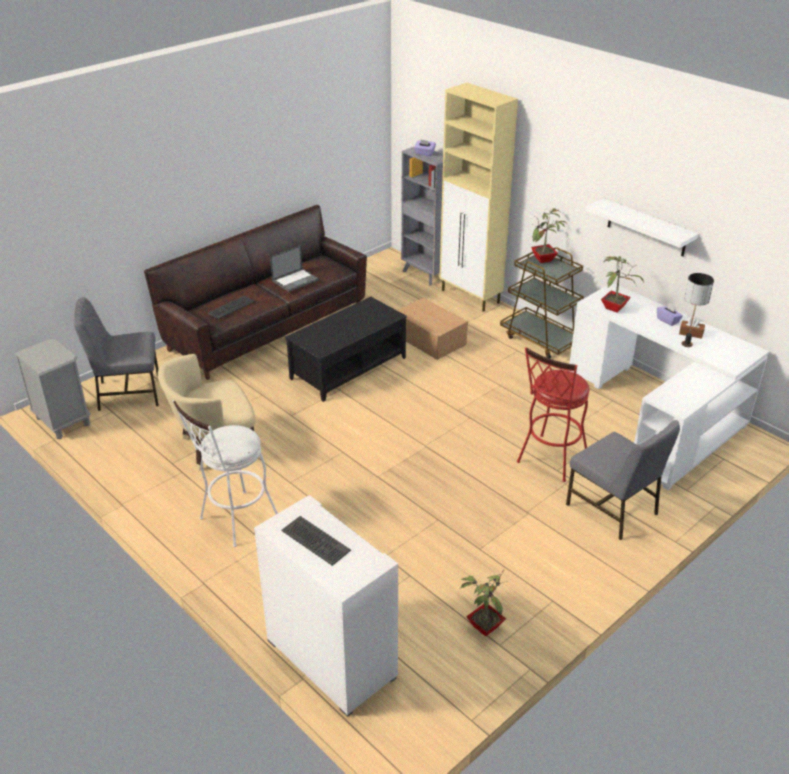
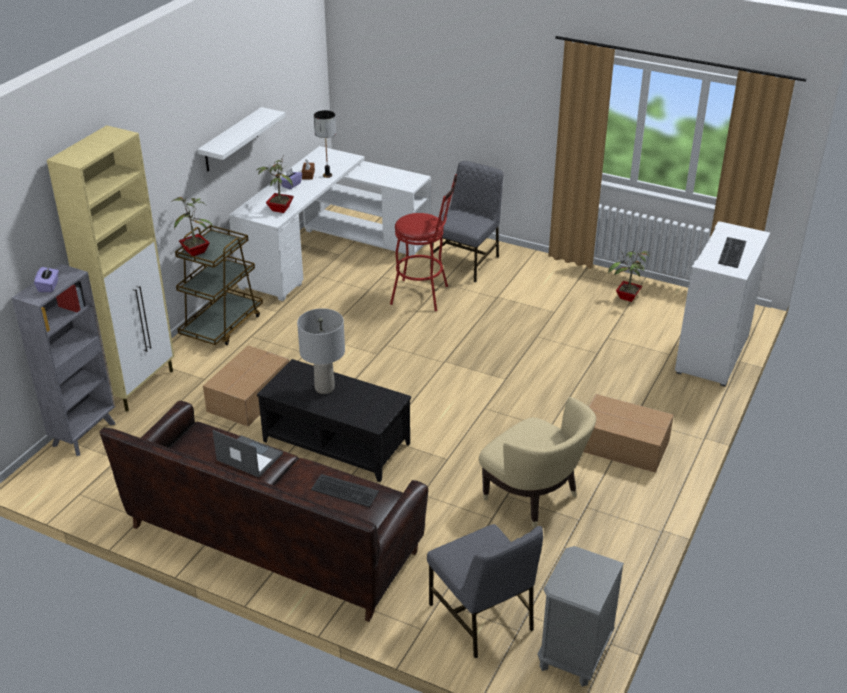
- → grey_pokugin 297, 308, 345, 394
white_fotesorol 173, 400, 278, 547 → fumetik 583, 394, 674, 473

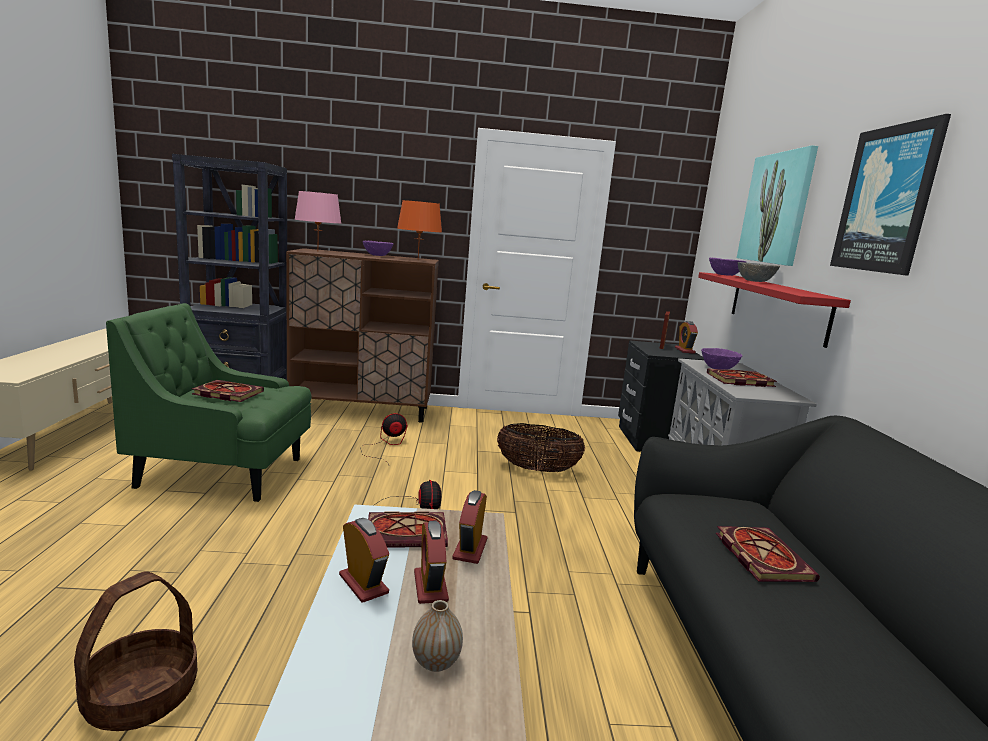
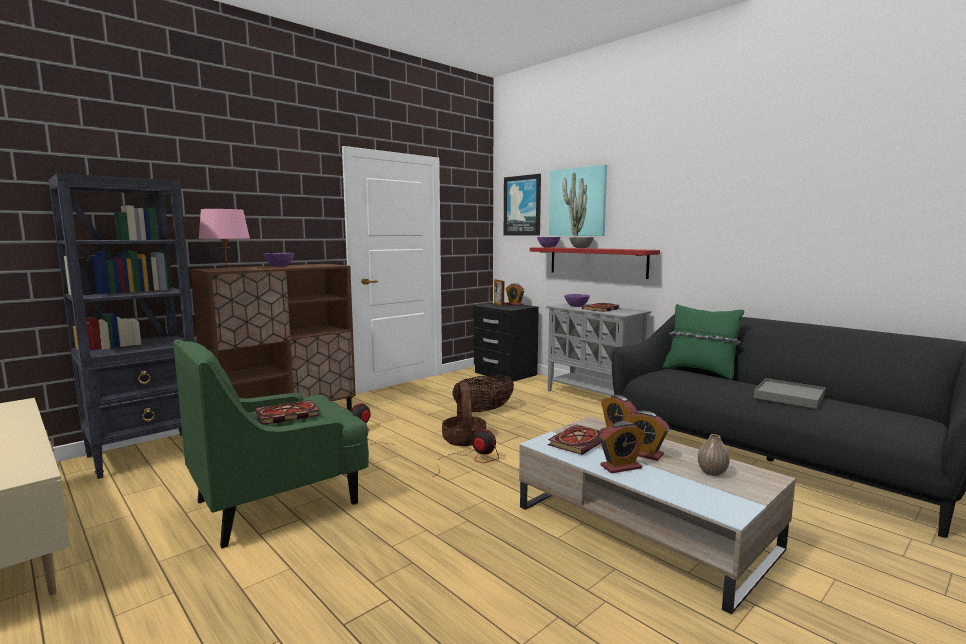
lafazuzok 74, 571, 197, 731 → lafazuzok 442, 382, 486, 446, moved
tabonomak 830, 114, 951, 276 → tabonomak 504, 174, 541, 236, moved
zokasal 339, 518, 389, 603 → zokasal 599, 421, 646, 474, 150 degrees clockwise
- → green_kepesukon 663, 304, 744, 380
- → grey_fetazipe 754, 378, 826, 409
orange_pokugin 397, 200, 442, 259 → -
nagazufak 716, 526, 820, 582 → -

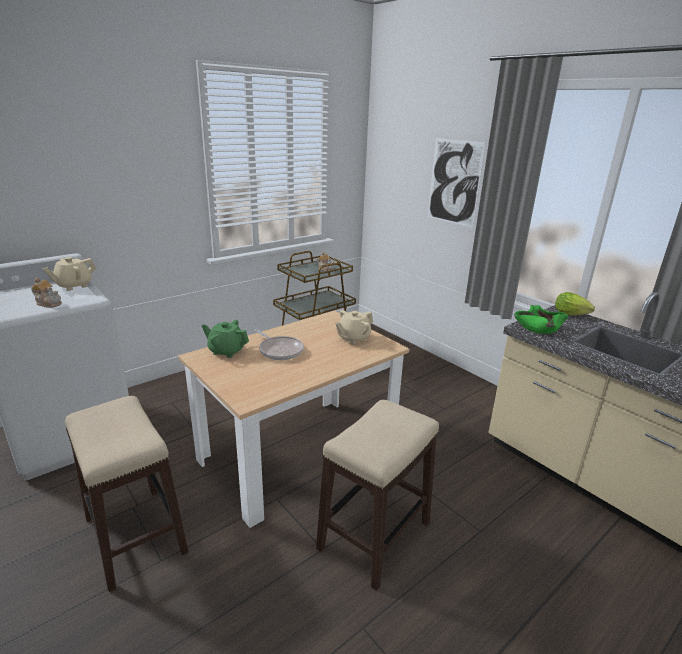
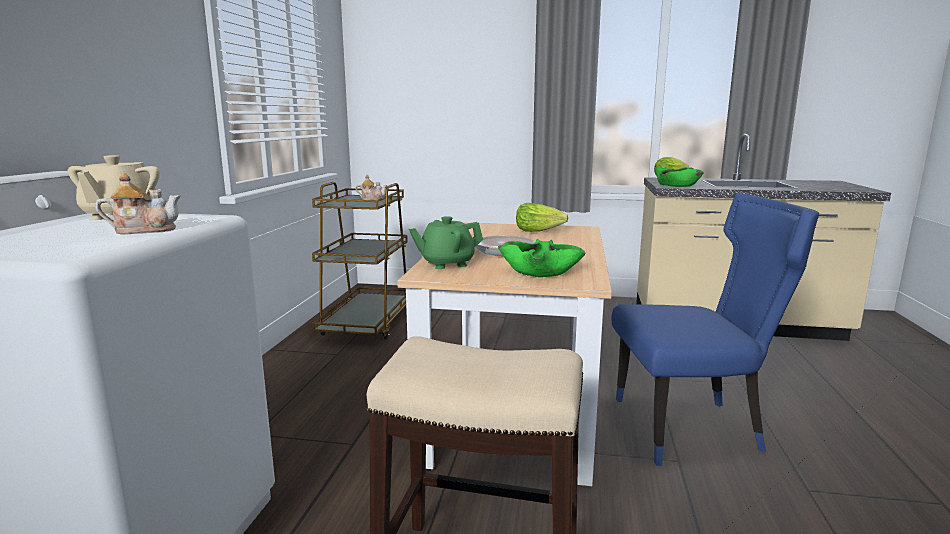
- → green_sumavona 498, 239, 586, 277
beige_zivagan 335, 310, 373, 345 → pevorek 516, 203, 568, 232
fotesorol 316, 400, 439, 591 → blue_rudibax 612, 193, 819, 466
tabonomak 428, 138, 486, 228 → -

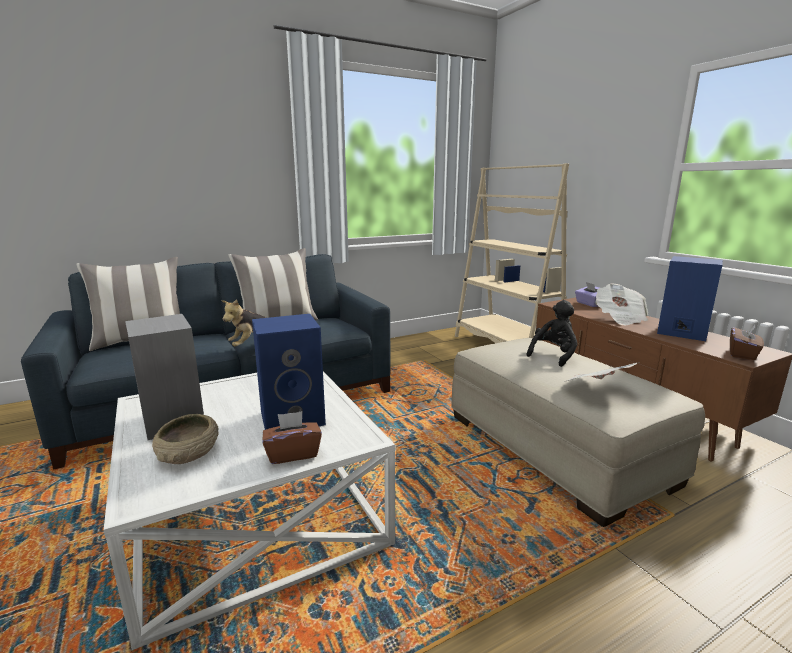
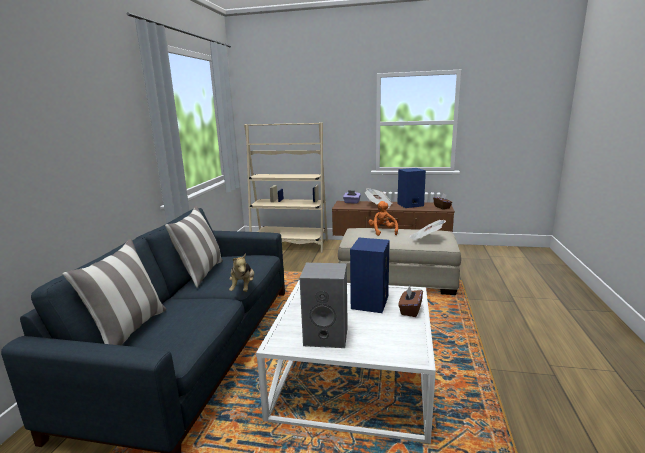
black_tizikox 526, 300, 578, 367 → orange_tizikox 369, 201, 398, 236
beige_sumavona 152, 414, 219, 464 → -

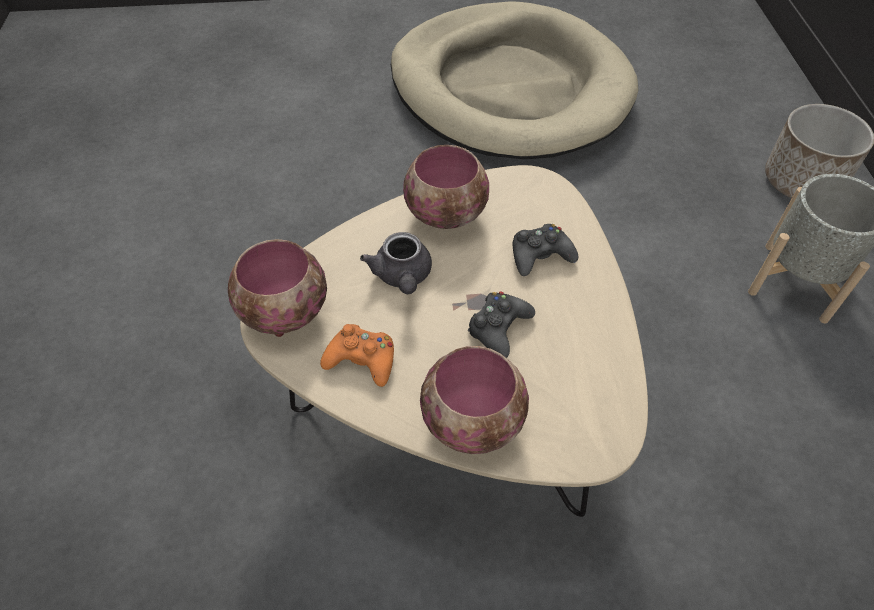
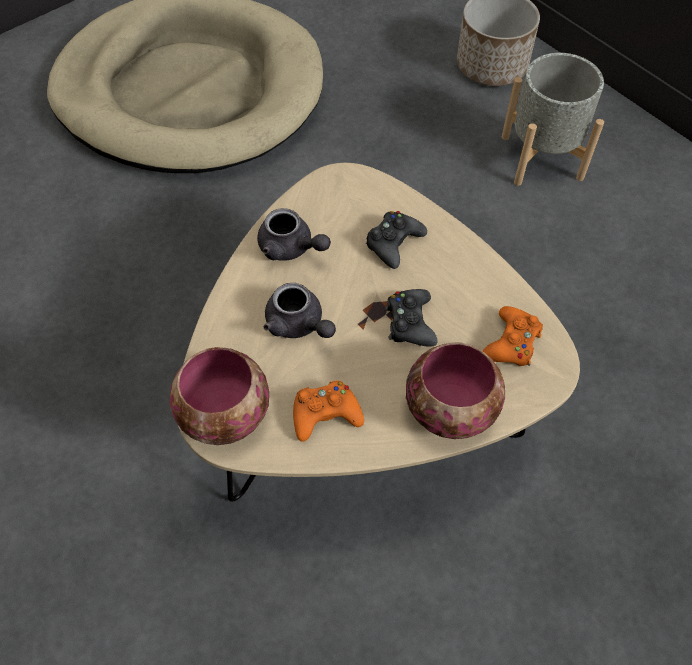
sumavona 403, 145, 489, 229 → grey_zivagan 257, 208, 331, 261
- → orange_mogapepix 483, 306, 543, 366

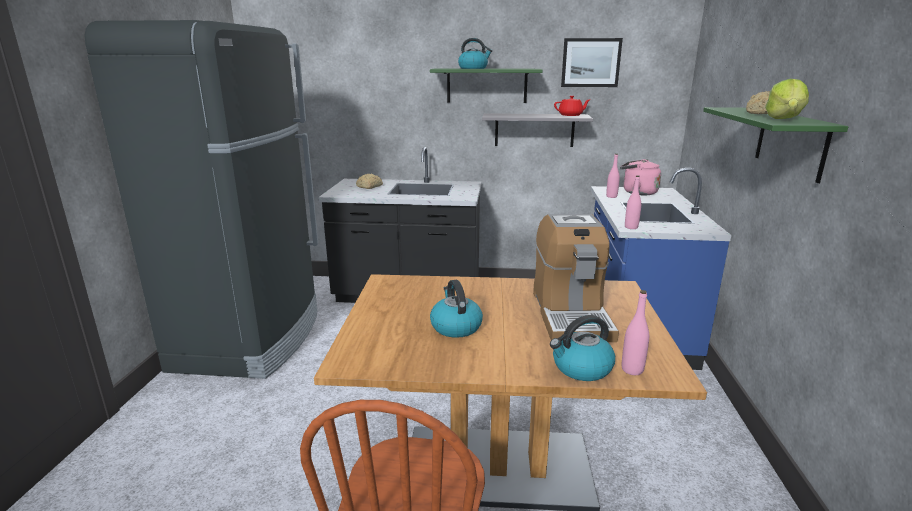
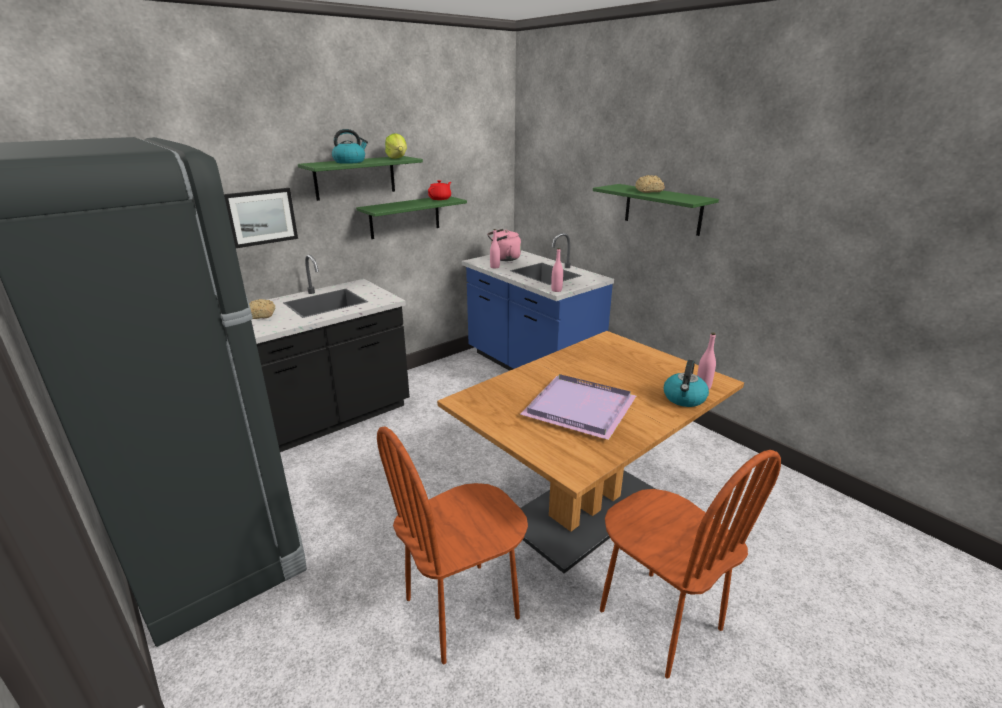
tabonomak 561, 38, 623, 87 → tabonomak 224, 188, 298, 248, moved
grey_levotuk 482, 113, 593, 147 → green_levotuk 356, 196, 467, 239
- → brown_rudibax 377, 426, 528, 664
pevorek 765, 79, 809, 119 → pevorek 385, 133, 407, 159, moved
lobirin 430, 280, 483, 338 → purple_fetazipe 520, 374, 636, 440
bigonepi 533, 214, 619, 342 → -

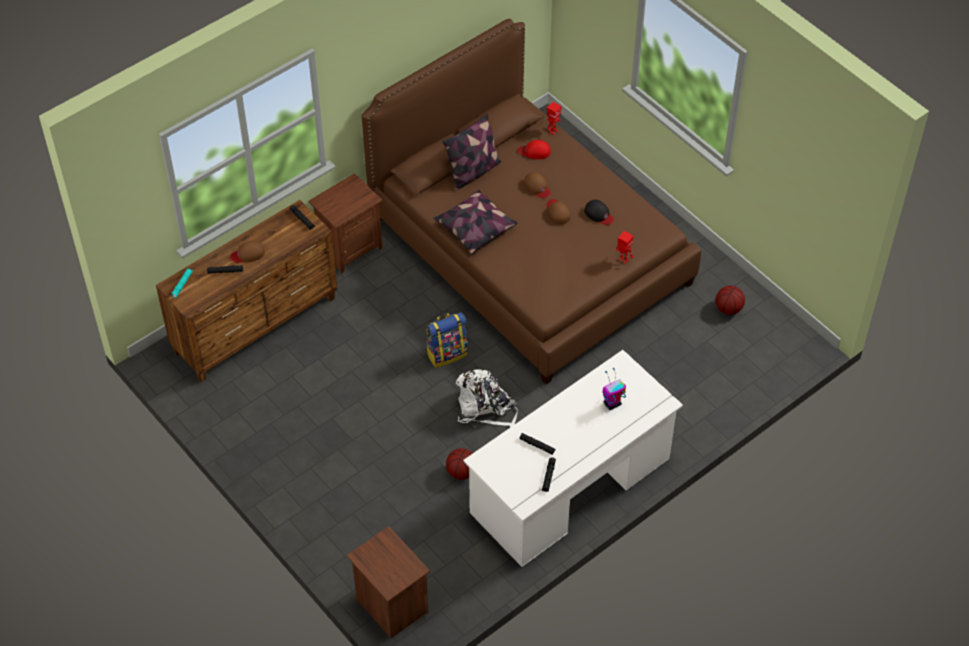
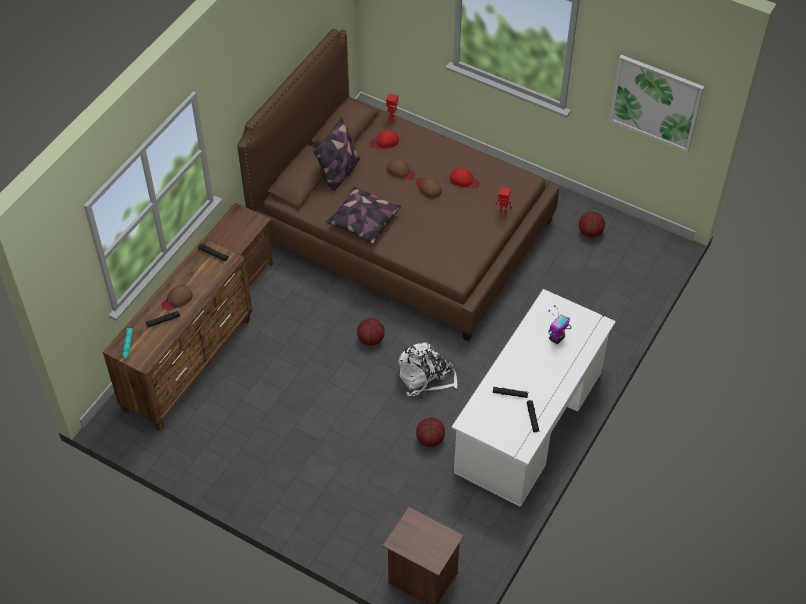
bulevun 426, 312, 468, 368 → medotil 357, 318, 385, 346
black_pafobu 584, 200, 614, 225 → red_pafobu 450, 168, 479, 188
- → tabonomak 609, 55, 704, 152

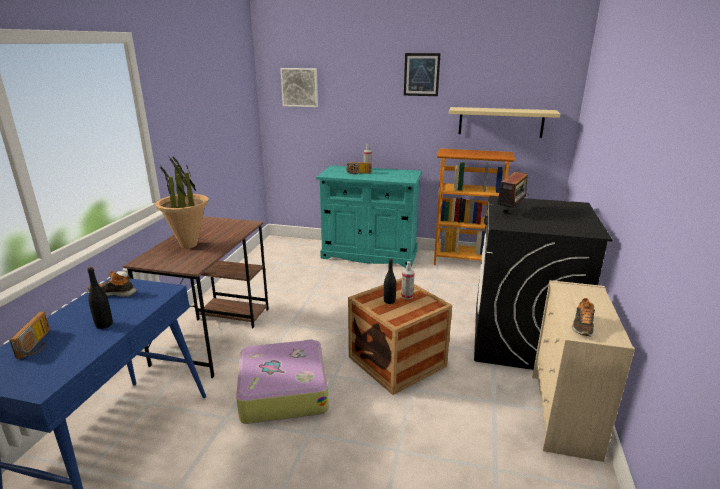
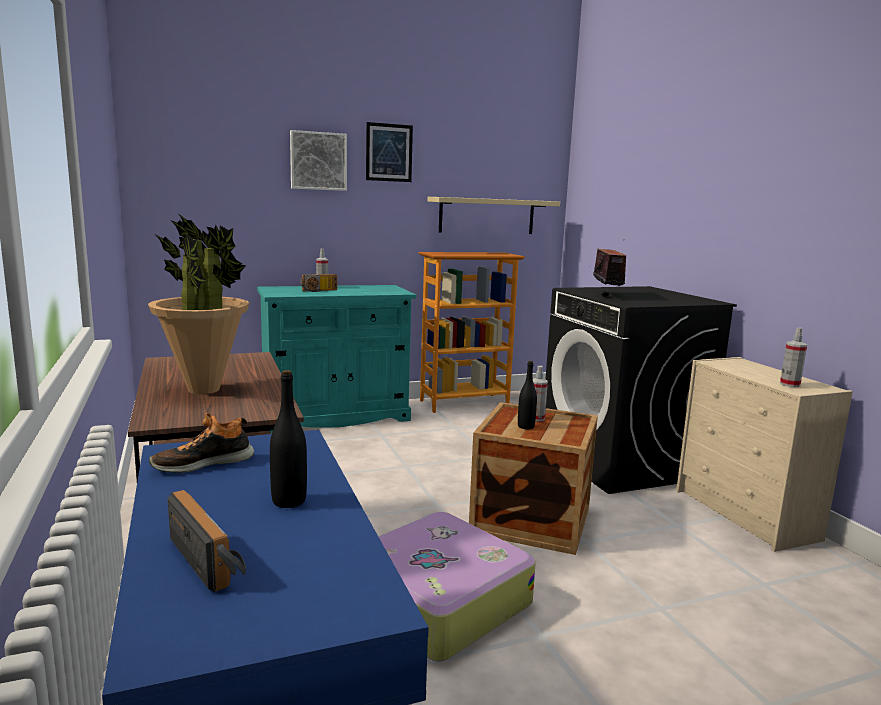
tabonomak 280, 68, 318, 107 → tabonomak 290, 130, 347, 191, moved
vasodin 572, 298, 595, 336 → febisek 780, 328, 807, 387

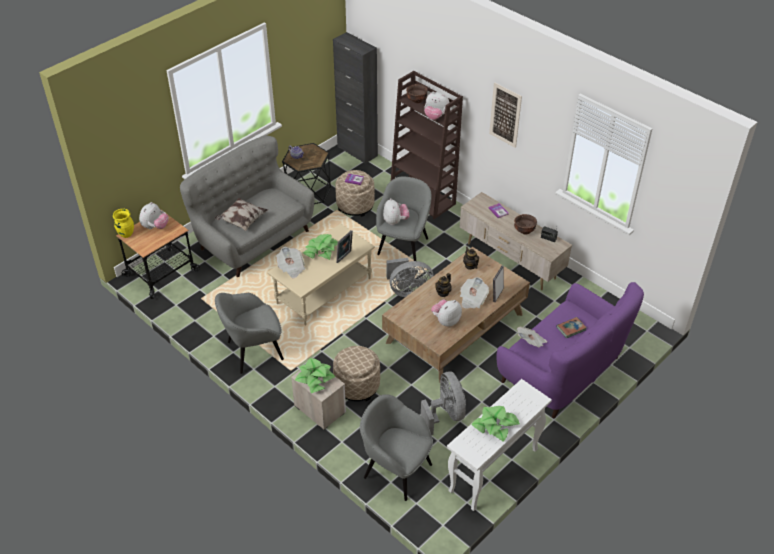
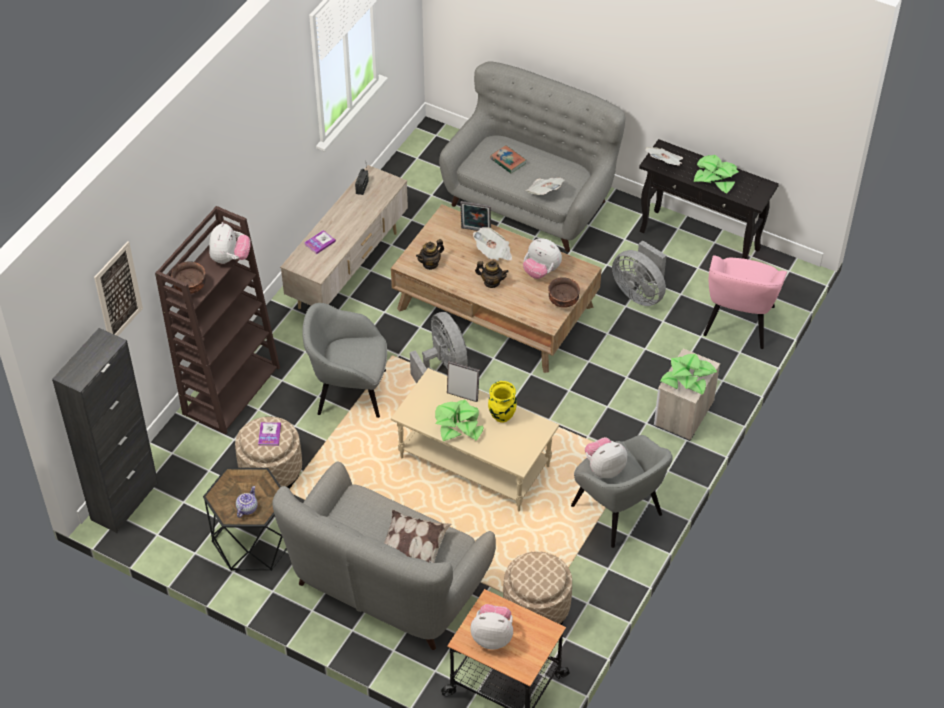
tabonomak 489, 82, 522, 148 → tabonomak 94, 241, 143, 336, moved
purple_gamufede 497, 282, 644, 418 → grey_gamufede 439, 61, 625, 252
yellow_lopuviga 113, 209, 134, 238 → yellow_lopuviga 488, 381, 517, 423, moved
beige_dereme 333, 346, 380, 401 → beige_dereme 503, 551, 572, 625, moved
brown_sumavona 514, 214, 537, 235 → brown_sumavona 548, 277, 580, 308, moved
tizikox 383, 198, 409, 225 → tizikox 585, 437, 627, 478, moved
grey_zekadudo 421, 372, 466, 435 → grey_zekadudo 612, 240, 667, 306, 105 degrees counterclockwise
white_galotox 447, 379, 552, 511 → black_galotox 639, 139, 779, 259
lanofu 276, 247, 306, 278 → lanofu 645, 147, 683, 166, moved
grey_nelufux 360, 394, 433, 501 → pink_nelufux 703, 255, 787, 349

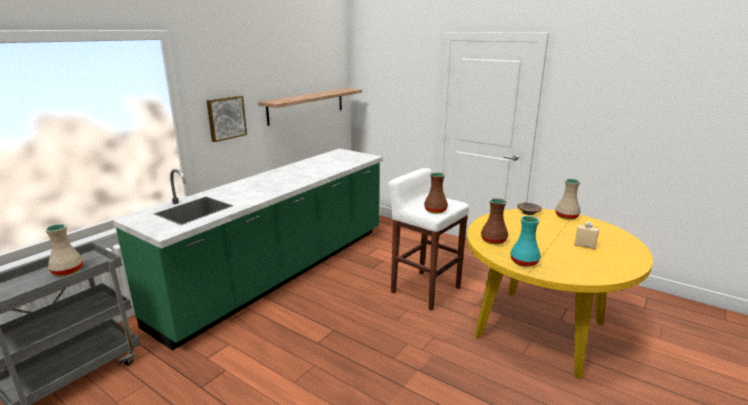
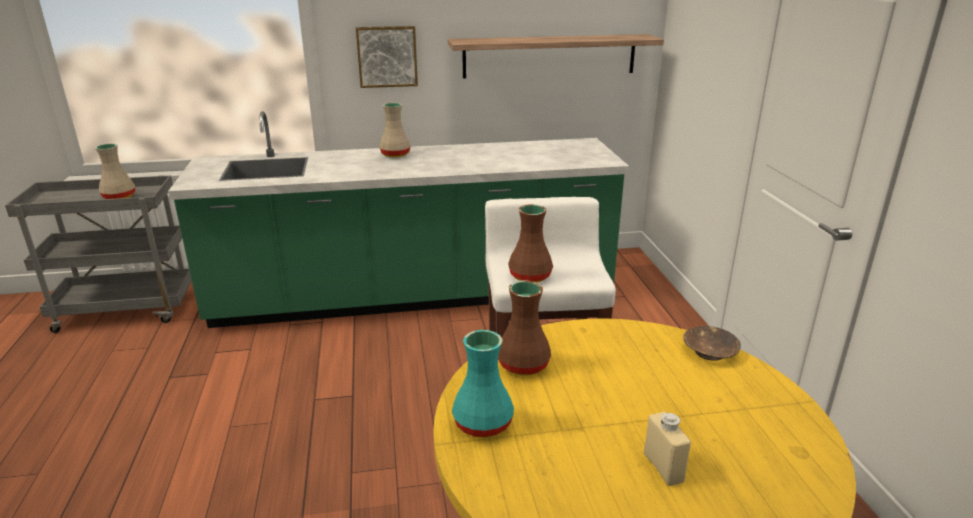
beige_lopuviga 555, 179, 581, 220 → beige_lopuviga 379, 103, 411, 158, moved

